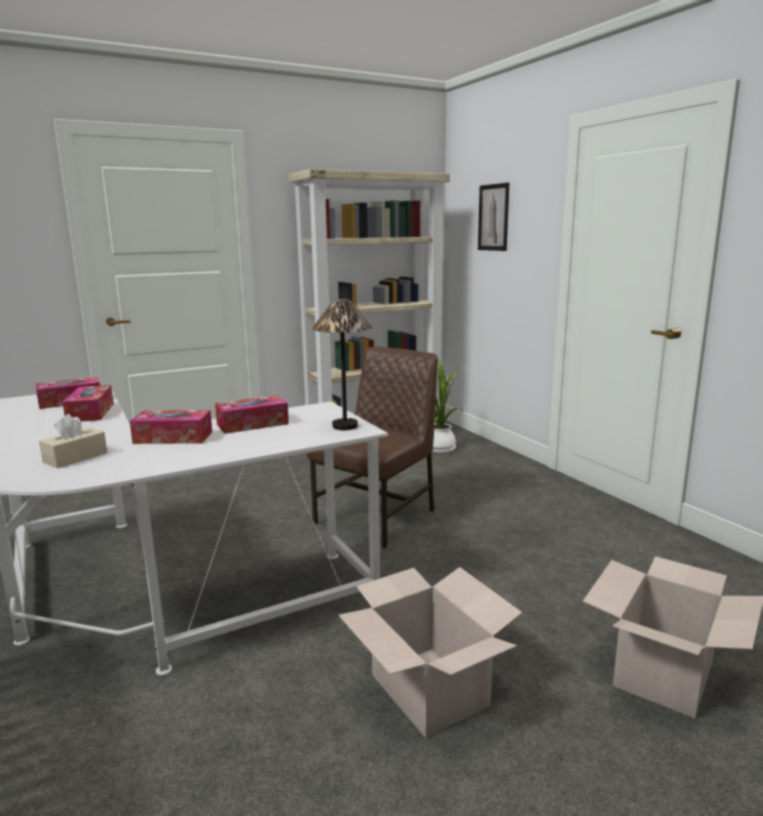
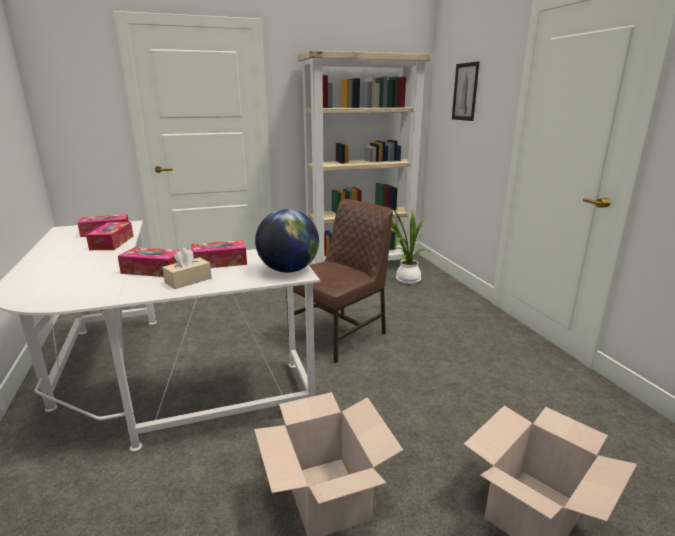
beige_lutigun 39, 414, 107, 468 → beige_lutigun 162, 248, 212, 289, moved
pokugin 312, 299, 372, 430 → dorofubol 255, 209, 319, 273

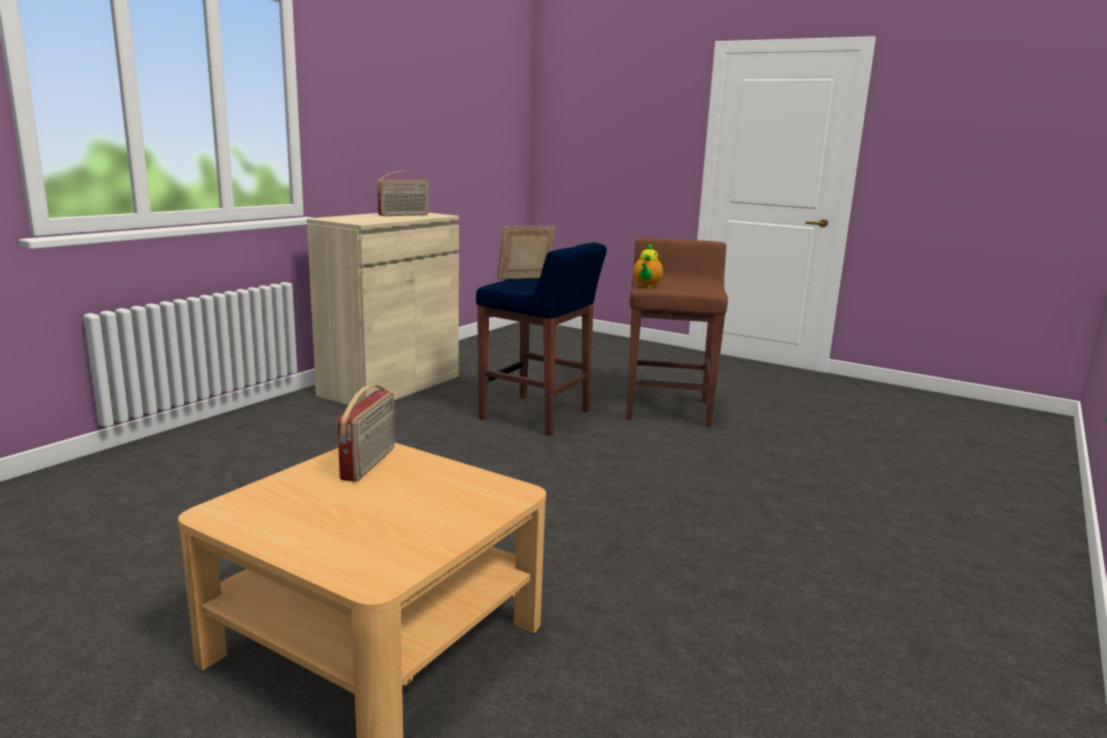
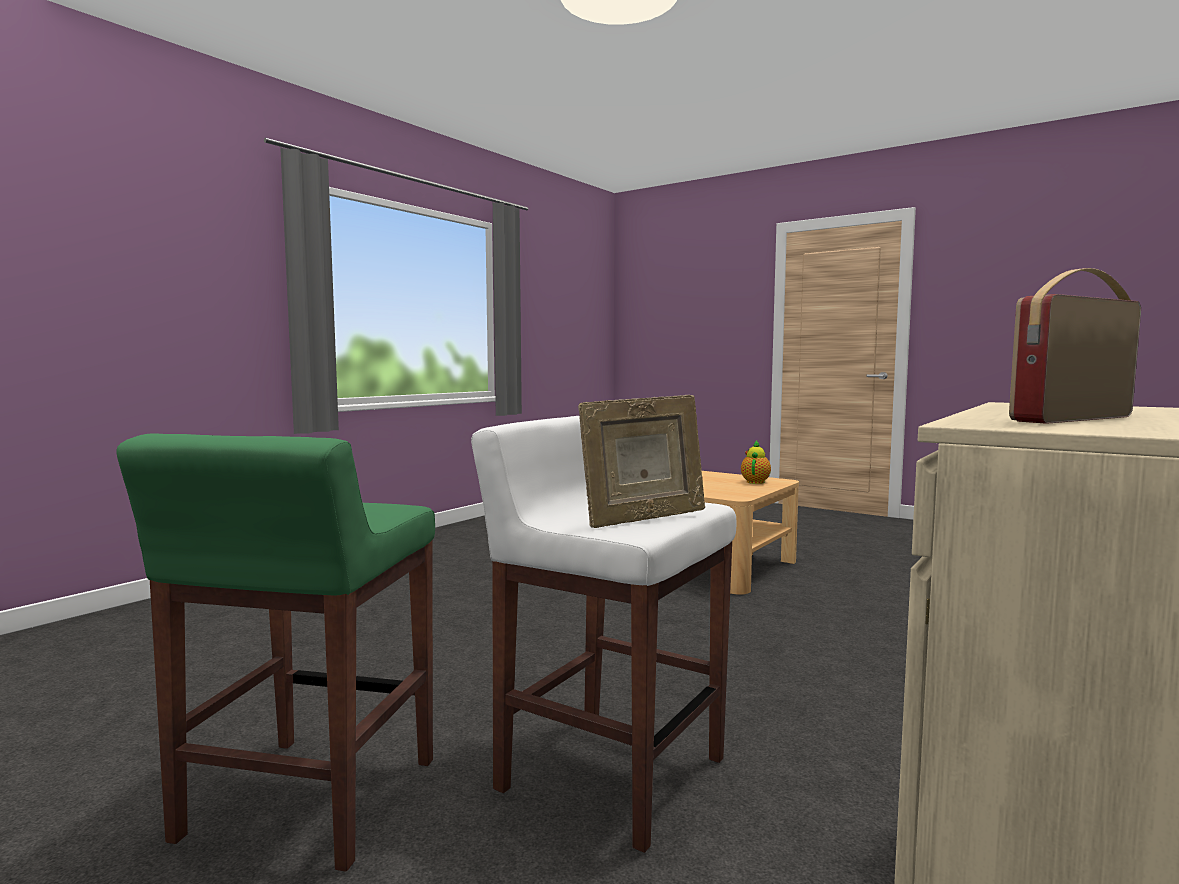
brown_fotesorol 626, 238, 728, 426 → green_fotesorol 116, 433, 435, 872
blue_fotesorol 476, 242, 607, 435 → white_fotesorol 471, 416, 736, 853
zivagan 633, 243, 663, 287 → zivagan 741, 440, 771, 484, moved
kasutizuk 337, 385, 395, 481 → -

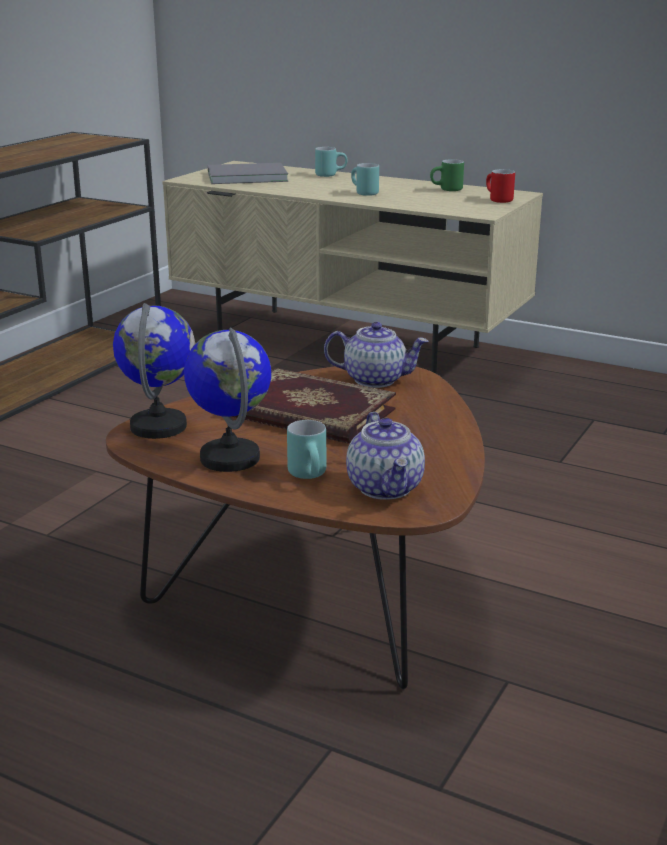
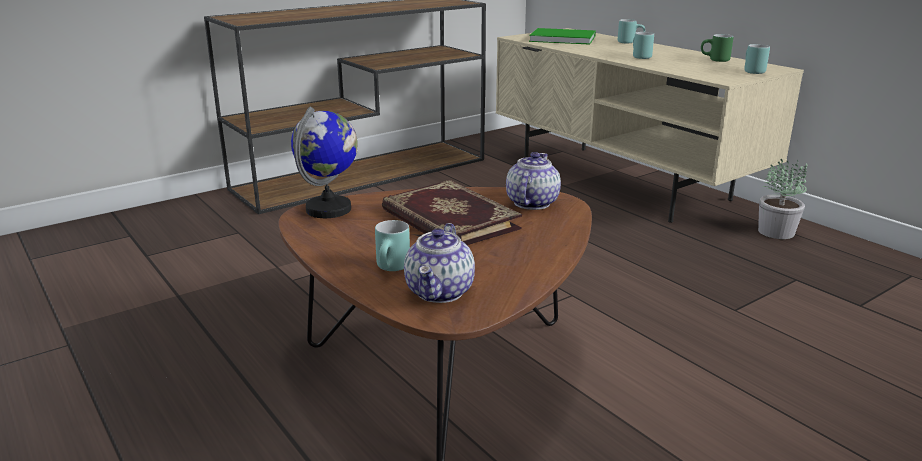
zivagan 324, 322, 428, 388 → zivagan 506, 152, 561, 210, 105 degrees counterclockwise
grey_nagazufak 208, 163, 288, 184 → green_nagazufak 529, 28, 596, 45
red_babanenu 486, 169, 515, 203 → turquoise_babanenu 744, 44, 770, 74
- → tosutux 758, 159, 807, 239
dorofubol 184, 327, 271, 472 → -

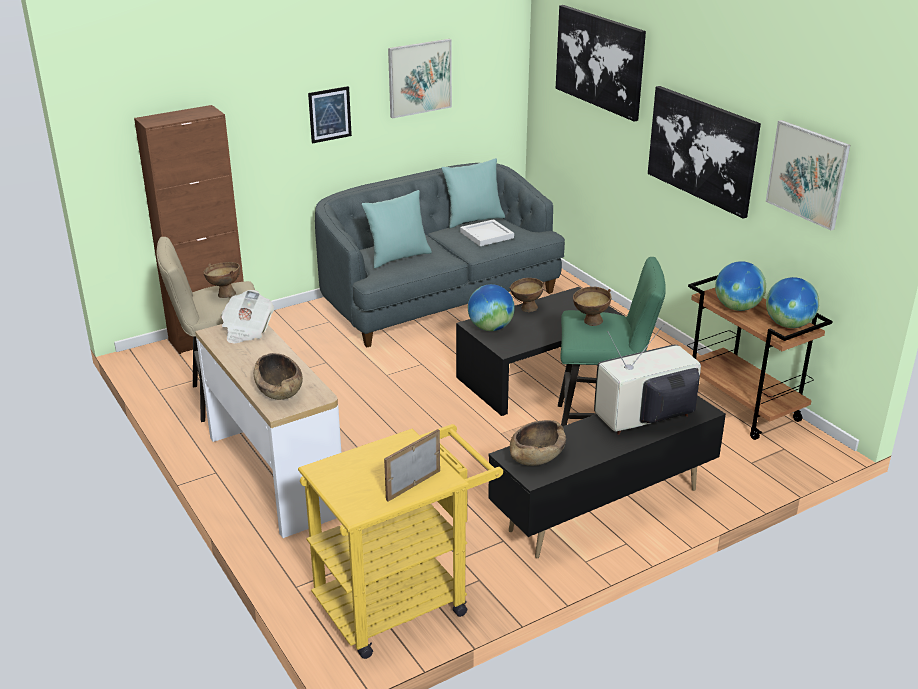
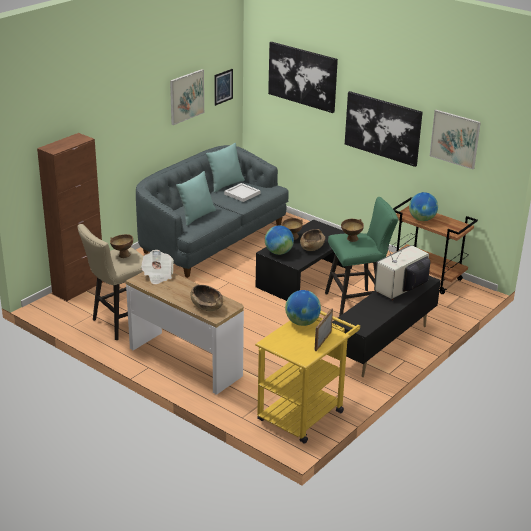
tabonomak 308, 86, 352, 144 → tabonomak 214, 69, 233, 106, moved
dorofubol 766, 277, 819, 328 → dorofubol 285, 290, 321, 326, moved
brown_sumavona 510, 420, 566, 466 → brown_sumavona 300, 229, 325, 251, moved

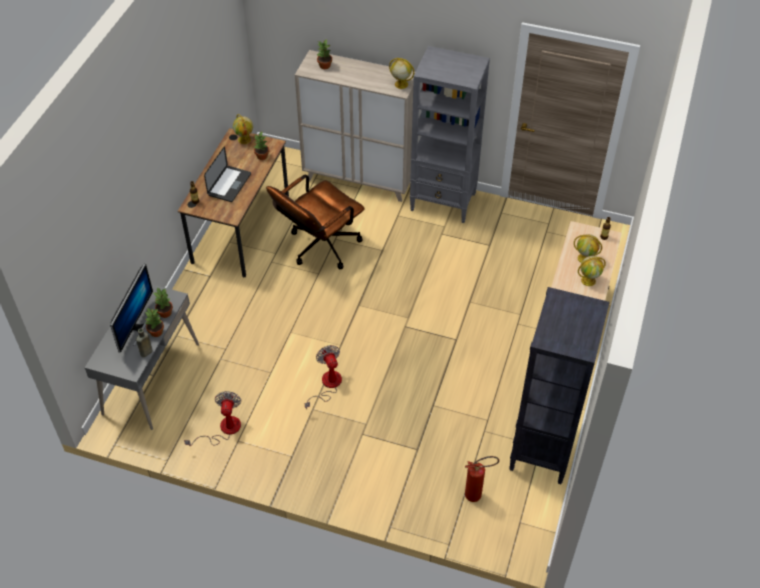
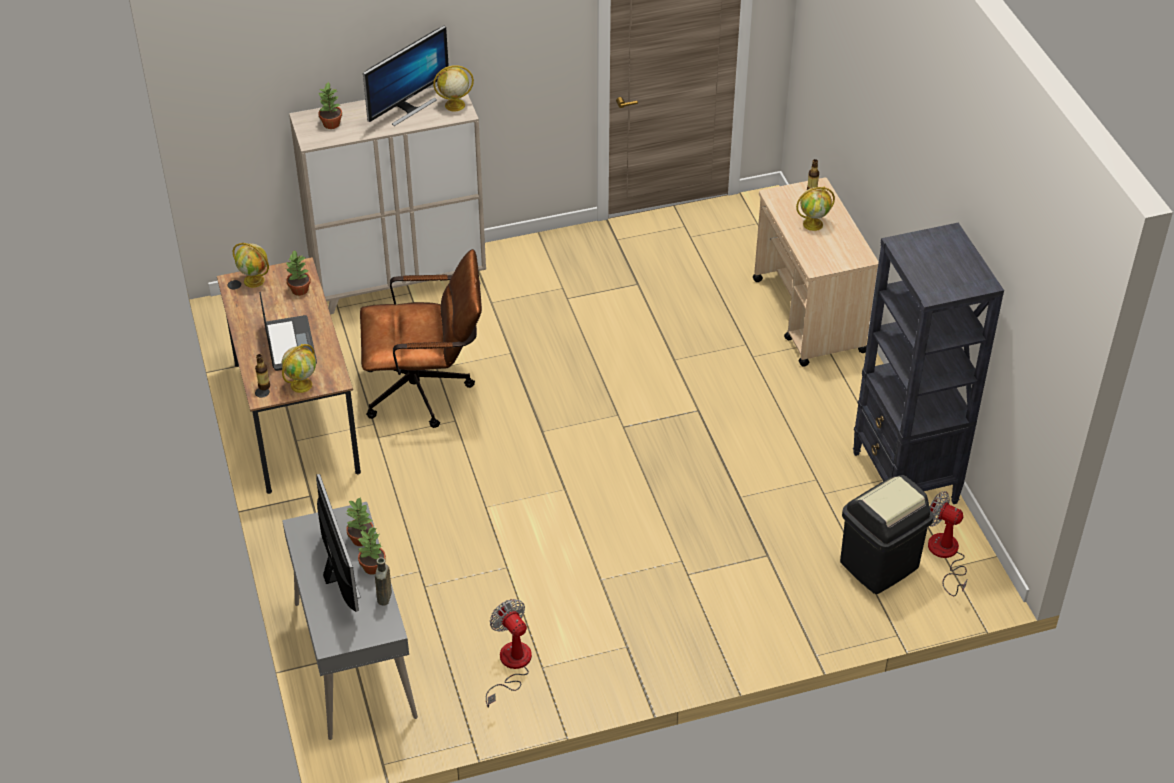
dorofubol 578, 256, 606, 286 → dorofubol 282, 344, 316, 393, moved
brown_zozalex 266, 175, 365, 269 → brown_zozalex 360, 249, 482, 428, 105 degrees counterclockwise
- → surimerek 363, 26, 449, 126
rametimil 465, 456, 499, 502 → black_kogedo 840, 475, 934, 594
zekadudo 305, 345, 342, 409 → zekadudo 928, 491, 967, 596, moved
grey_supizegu 410, 46, 490, 223 → -

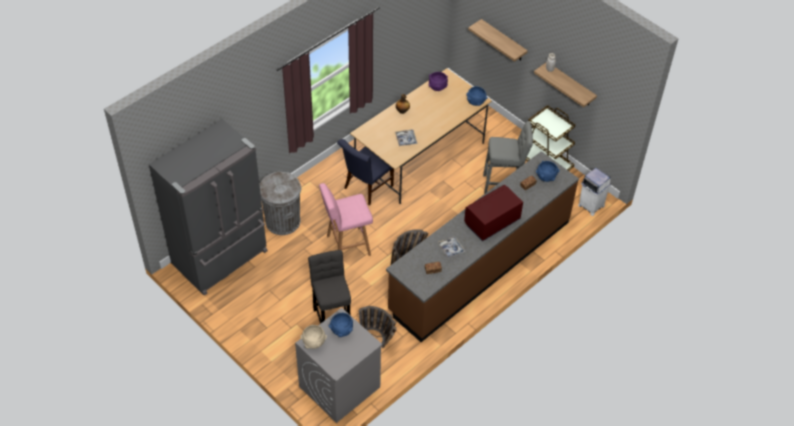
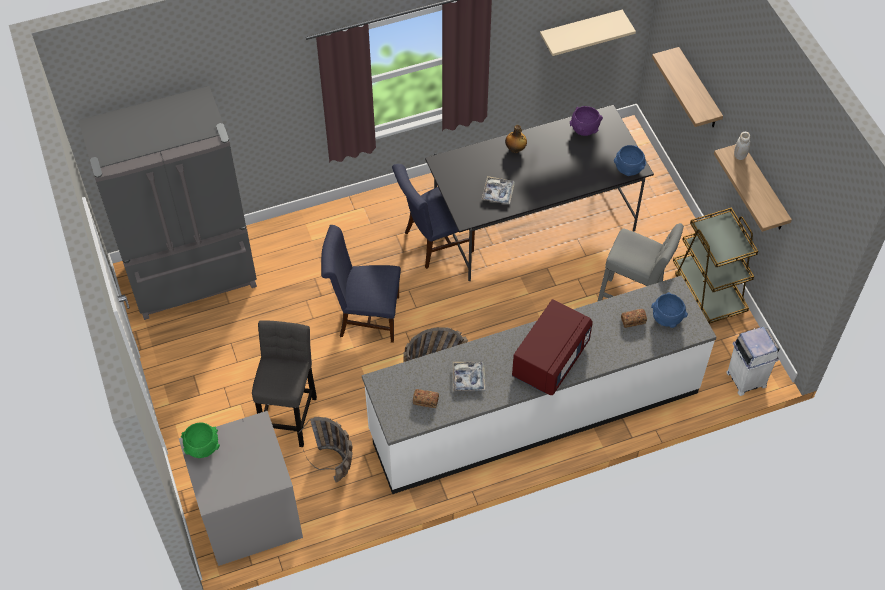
beige_sumavona 300, 325, 327, 349 → green_sumavona 181, 423, 220, 458
pink_fotesorol 319, 183, 373, 256 → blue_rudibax 321, 225, 401, 343
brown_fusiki 386, 151, 579, 342 → white_fusiki 362, 275, 717, 494
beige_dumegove 350, 68, 492, 204 → black_dumegove 425, 105, 654, 281
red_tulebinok 464, 185, 523, 241 → red_tulebinok 512, 299, 593, 395, 135 degrees clockwise
- → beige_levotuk 540, 10, 636, 56
grey_kogedo 260, 172, 301, 235 → -
blue_sumavona 329, 312, 353, 337 → -

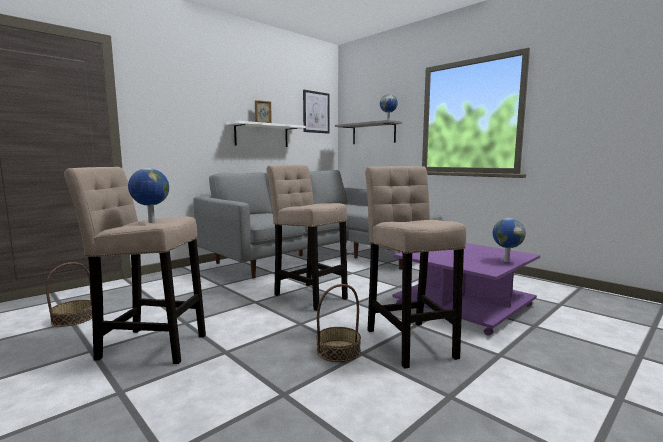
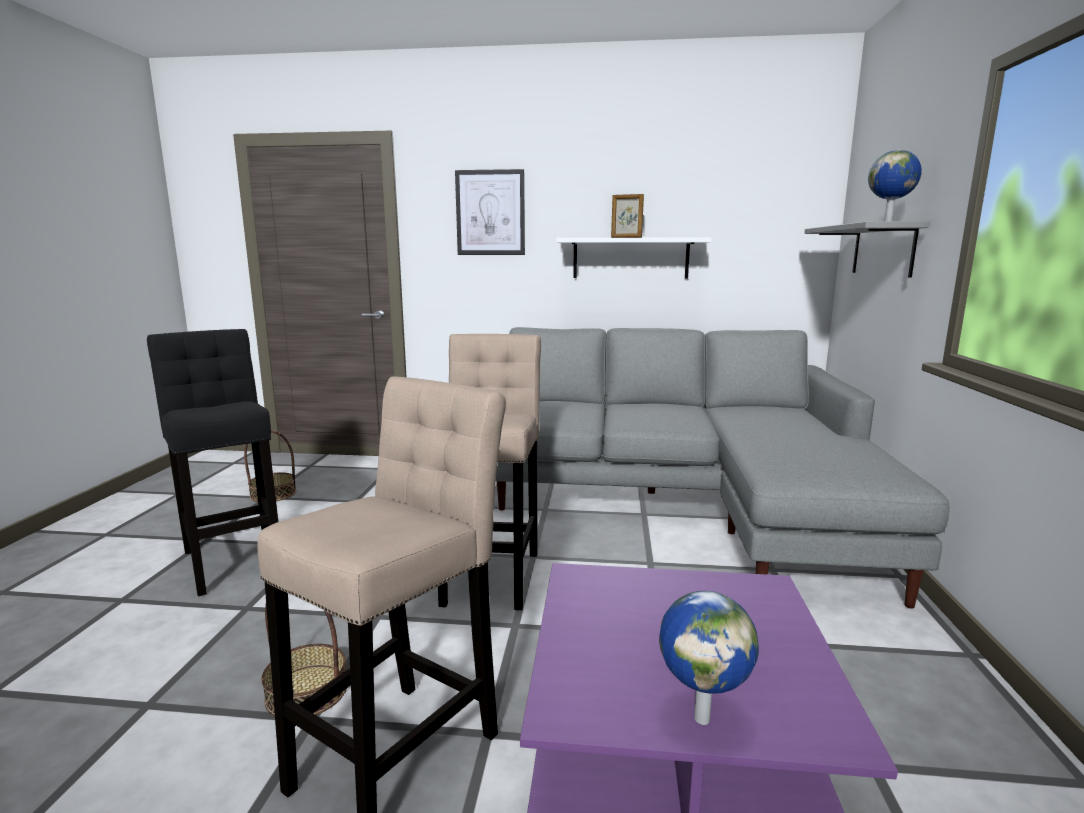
beige_fotesorol 64, 167, 206, 364 → black_fotesorol 147, 329, 278, 596
tabonomak 303, 90, 329, 134 → tabonomak 455, 169, 525, 255, moved
dorofubol 128, 168, 169, 223 → -

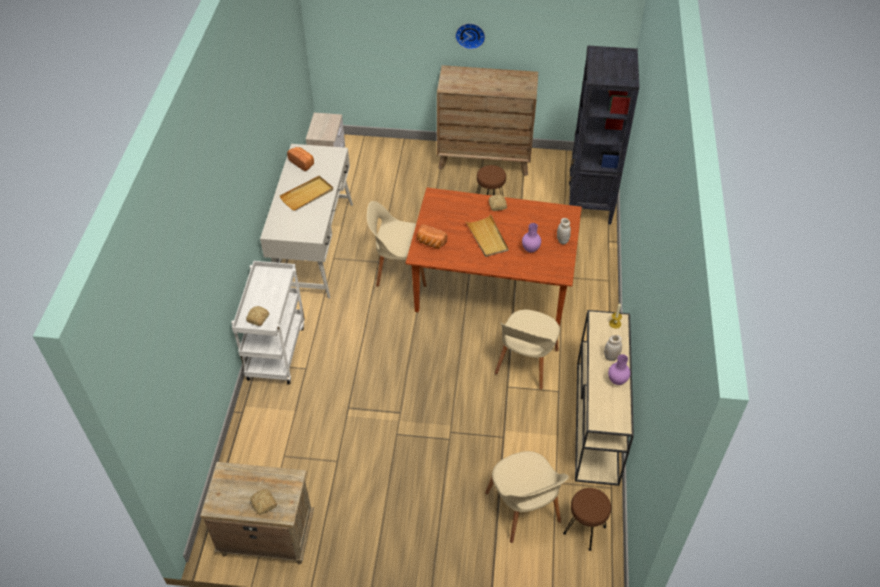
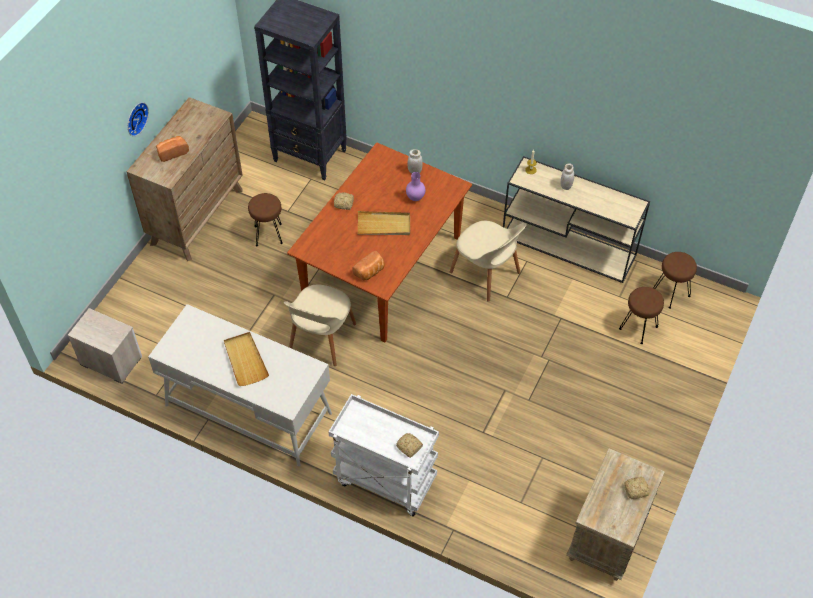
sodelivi 287, 147, 314, 171 → sodelivi 156, 136, 189, 162, moved
beige_rudibax 485, 451, 569, 543 → brown_fotesorol 619, 287, 664, 344
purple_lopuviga 608, 354, 630, 385 → -

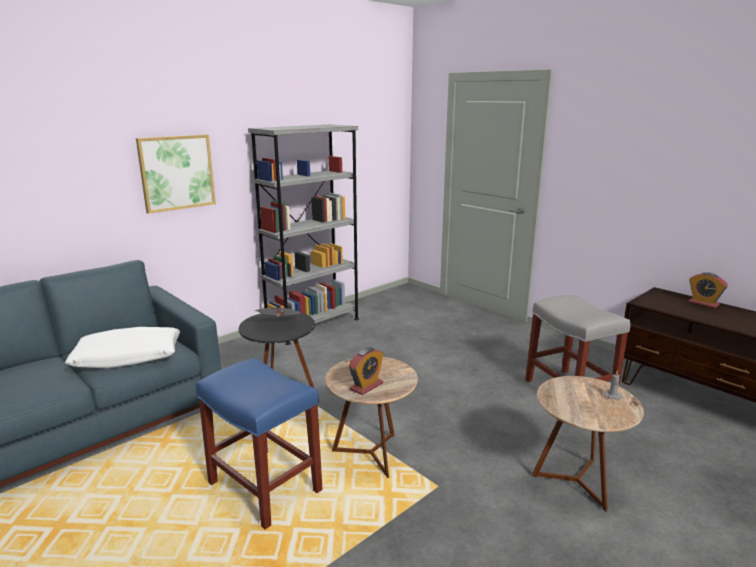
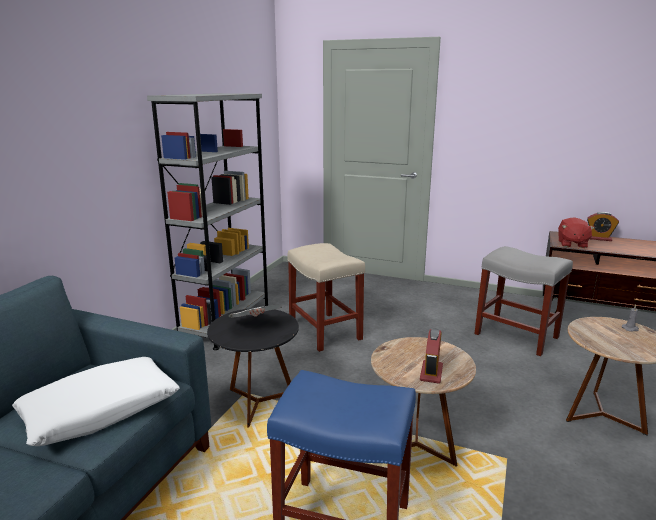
- → beige_fotesorol 287, 243, 365, 352
- → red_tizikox 558, 217, 595, 248
tabonomak 136, 135, 216, 214 → -

